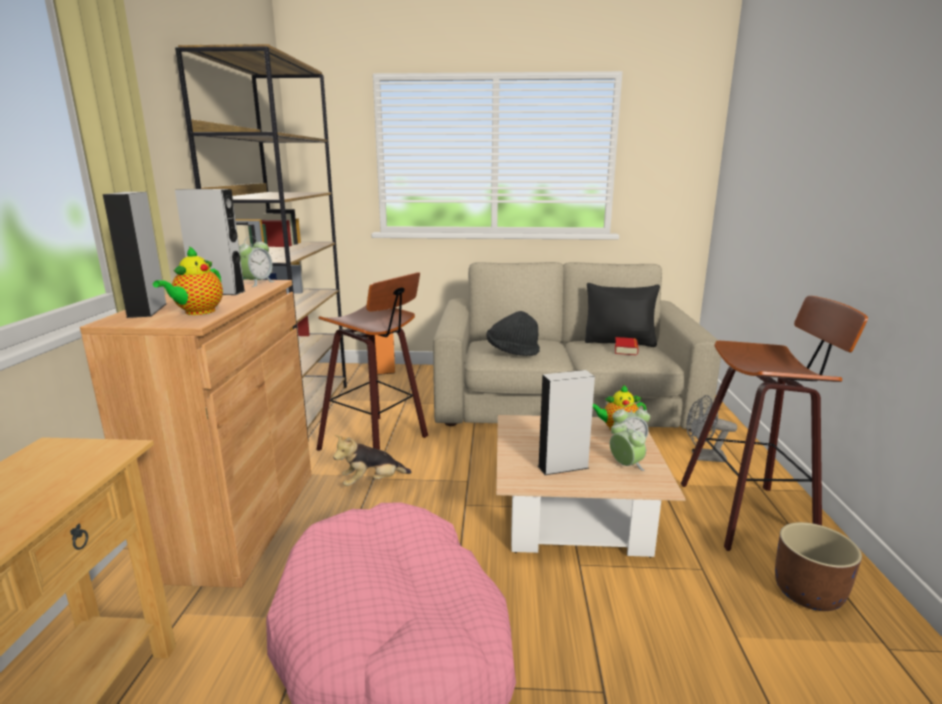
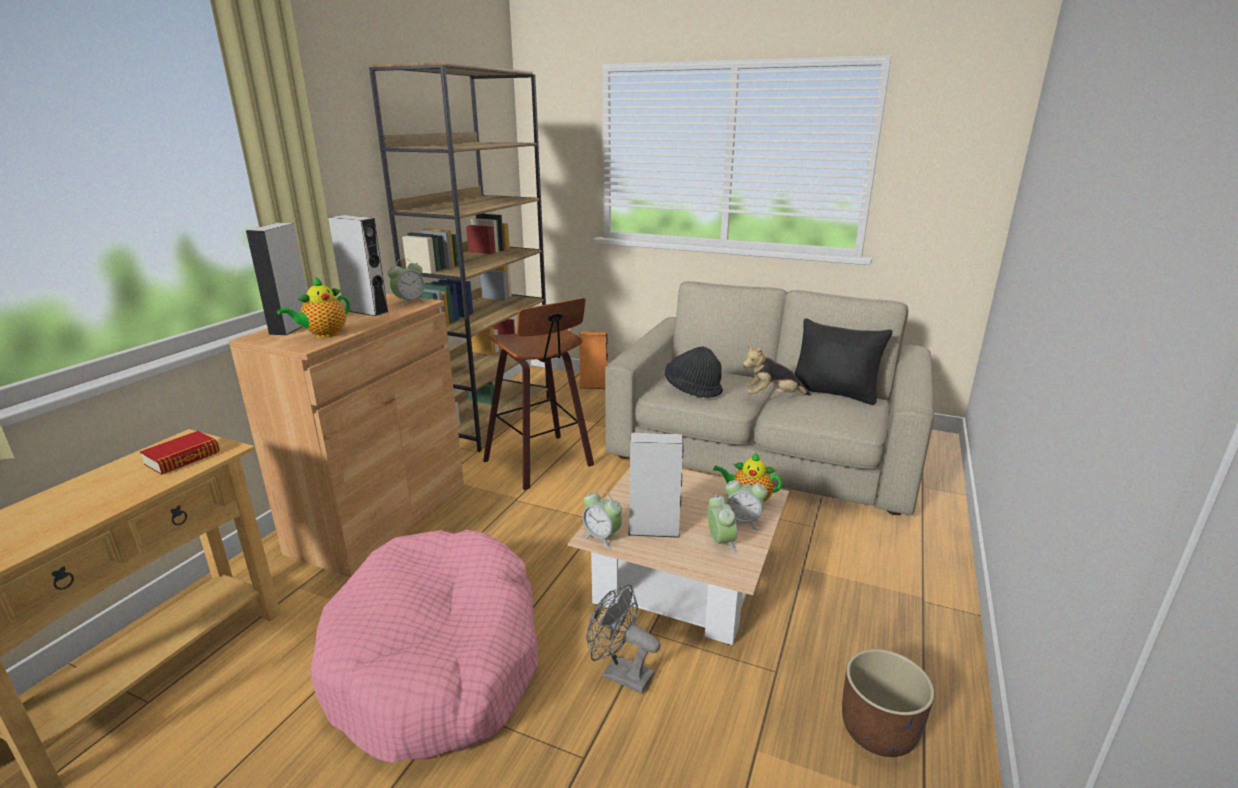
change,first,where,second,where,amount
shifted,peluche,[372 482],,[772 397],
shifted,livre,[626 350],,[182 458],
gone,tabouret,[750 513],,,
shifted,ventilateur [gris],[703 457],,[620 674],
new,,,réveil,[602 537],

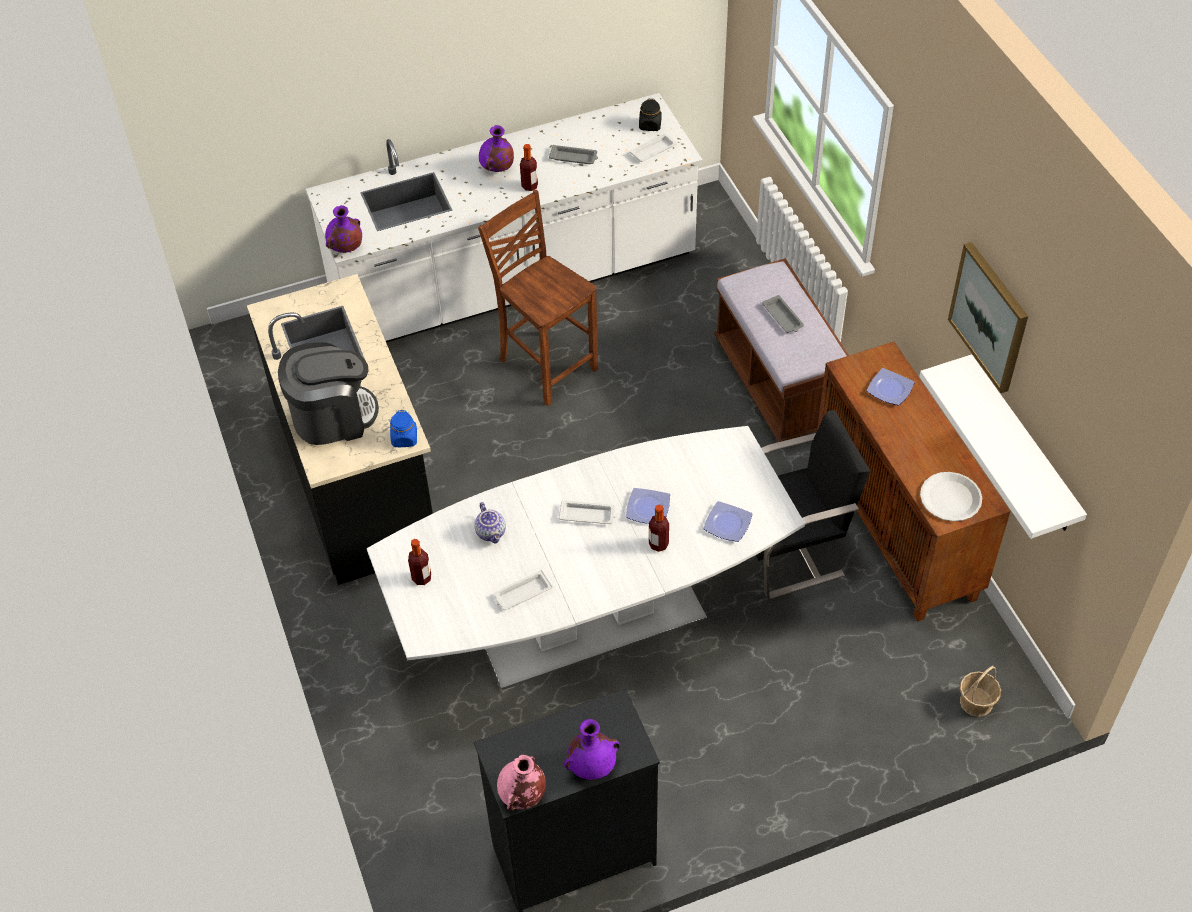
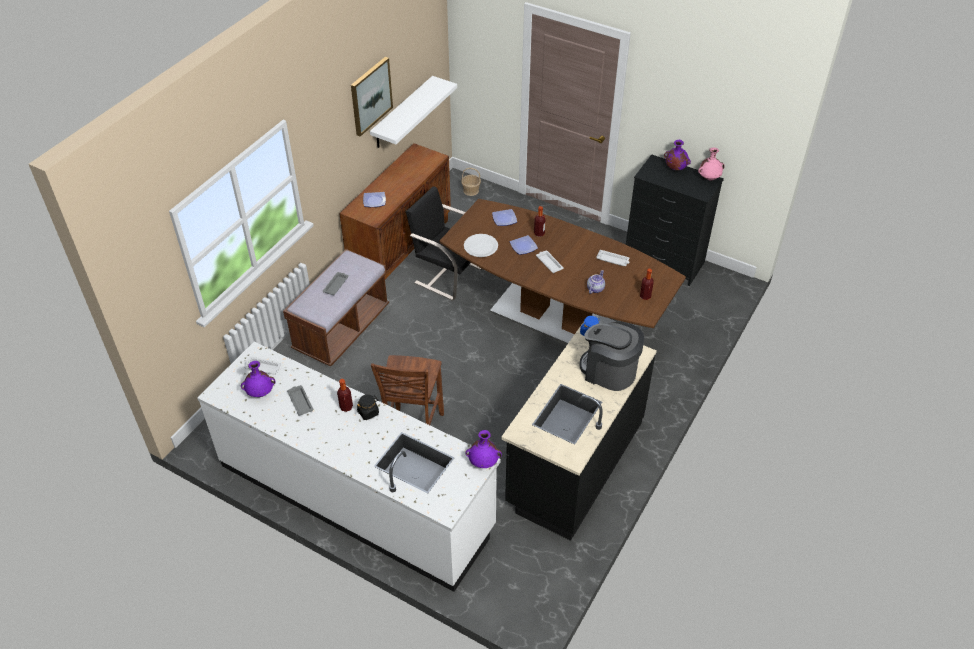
change,first,where,second,where,amount
repainted,table à manger [blanc],[590 619],table à manger [marron],[555 318],
shifted,vase [violet],[497 169],,[261 393],
shifted,bocal [noir],[650 125],,[368 412],
shifted,assiette [blanc],[950 498],,[481 246],

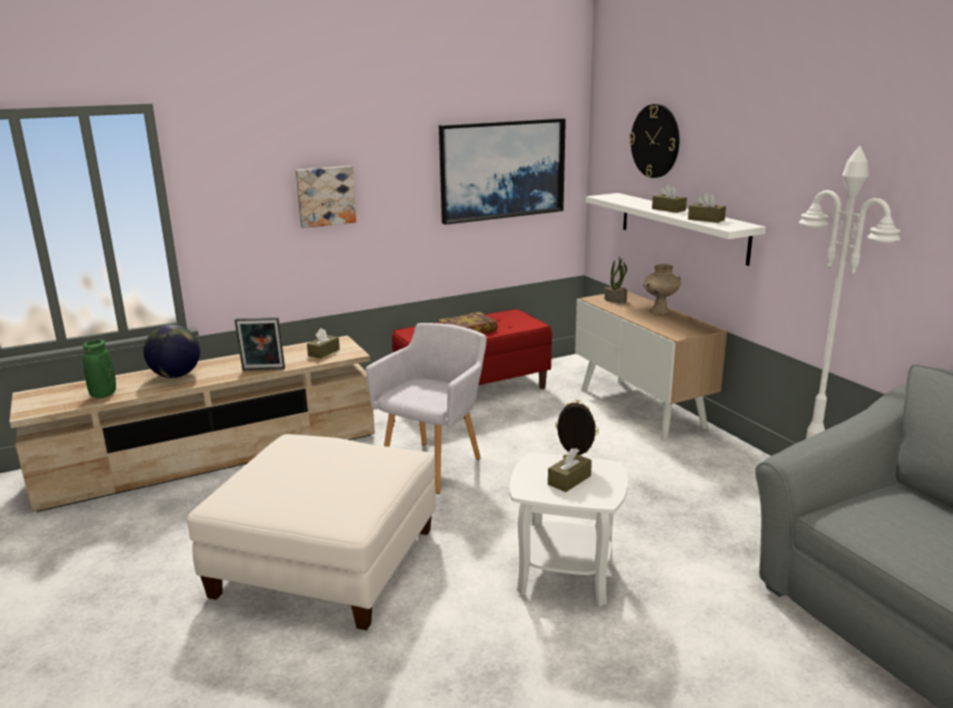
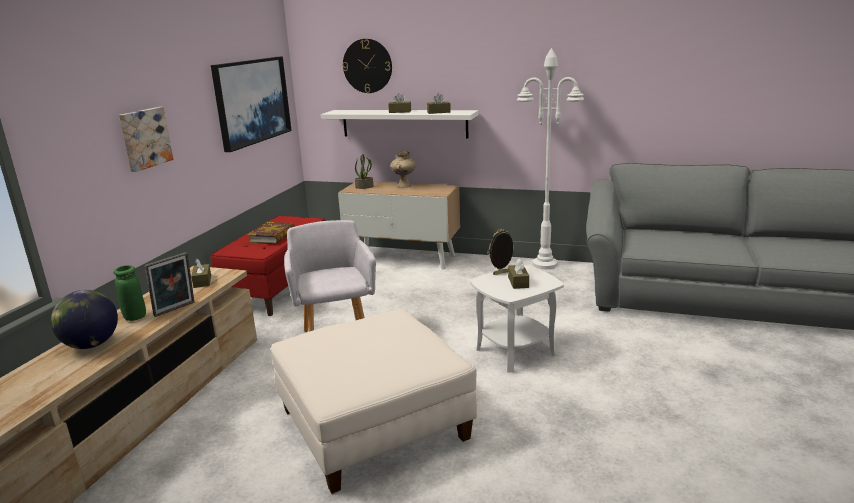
change,first,where,second,where,amount
shifted,vase [vert],[103 394],,[135 317],

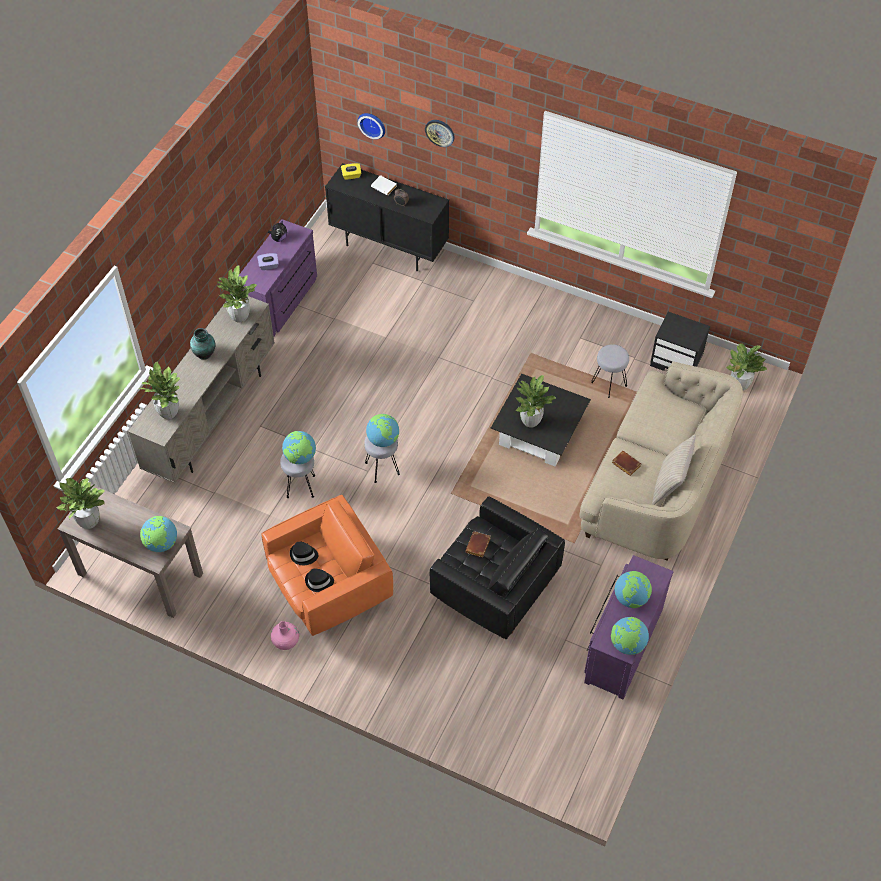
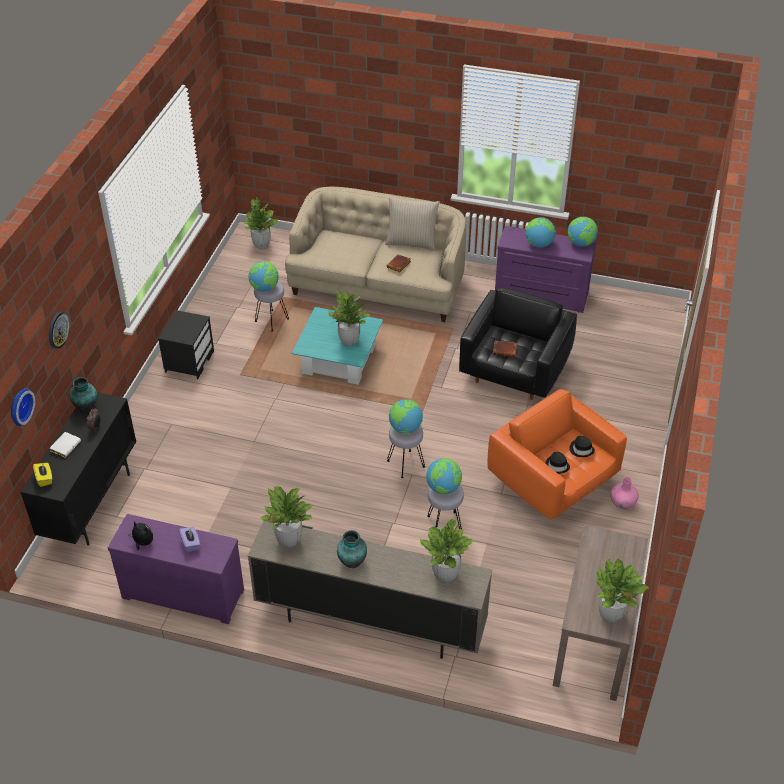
change,first,where,second,where,amount
shifted,globe,[161 544],,[264 288],
repainted,table basse [noir],[539 433],table basse [turquoise],[339 360],
shifted,table de chevet [noir],[677 360],,[189 361],
new,,,vase,[86 407],

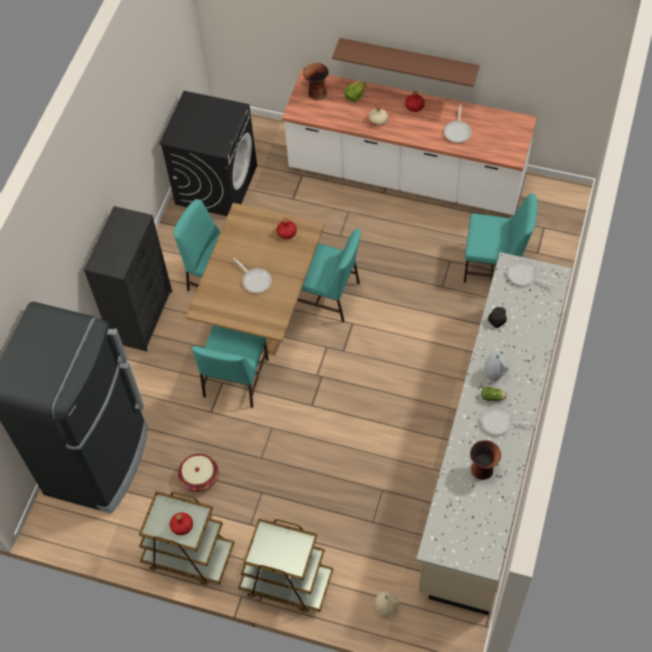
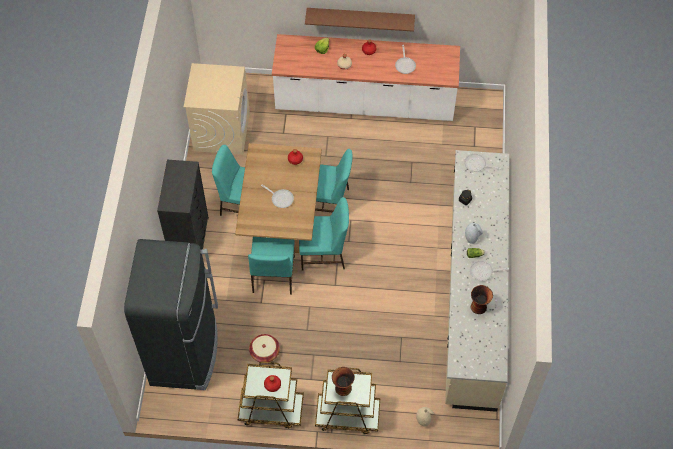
change,first,where,second,where,amount
repainted,lave-linge [noir],[216 184],lave-linge [beige],[221 131],
shifted,vase,[316 93],,[342 388],
shifted,chaise [turquoise],[494 266],,[323 253],

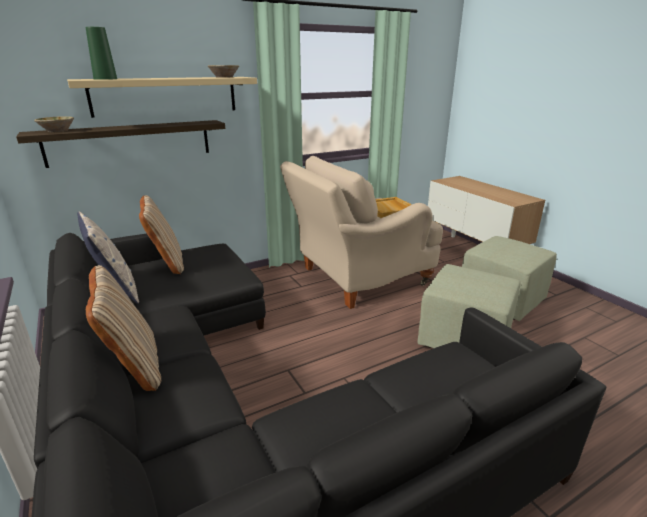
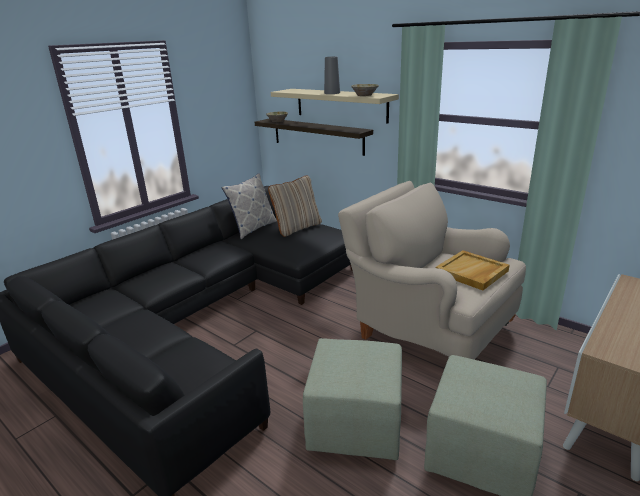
change,first,where,second,where,amount
gone,vase [vert],[105 79],,,
gone,coussin [beige],[134 366],,,
new,,,vase [gris],[332 93],

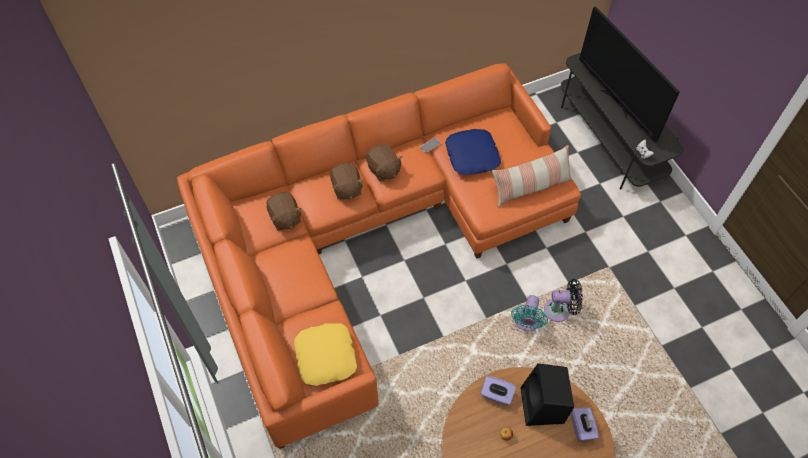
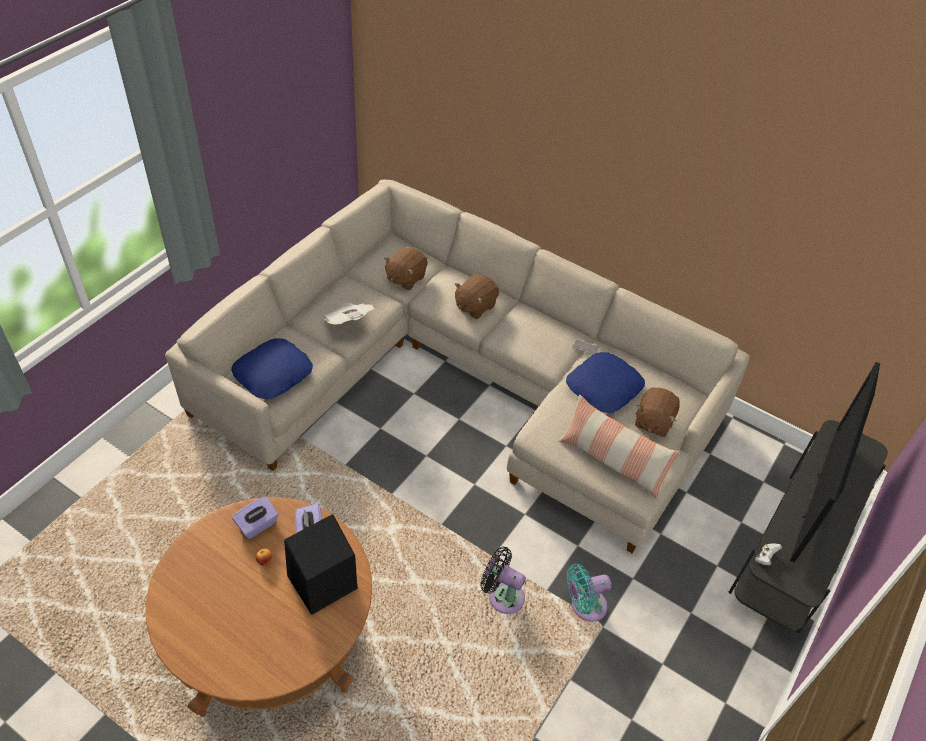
change,first,where,second,where,amount
repainted,canapé [orange],[370 238],canapé [beige],[463 380],
repainted,coussin [jaune],[326 356],coussin [bleu],[273 374],
shifted,peluche [marron],[383 170],,[653 421],
shifted,ventilateur [turquoise],[526 322],,[585 606],
rotated,ventilateur [noir],[560 310],,[502 596],150 degrees clockwise
shifted,boîte à mouchoirs [violet],[582 428],,[257 525],
new,,,journal,[348 322],

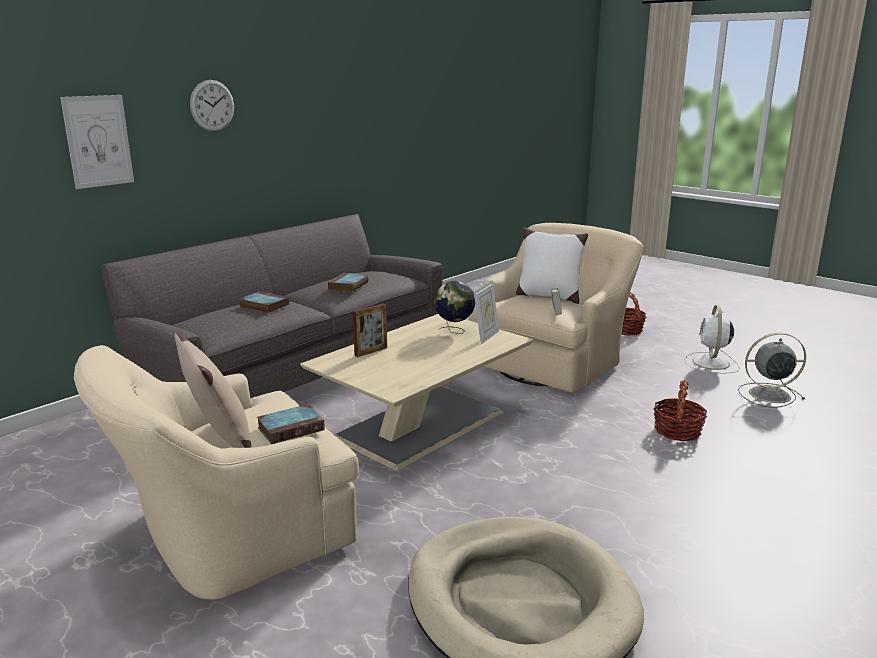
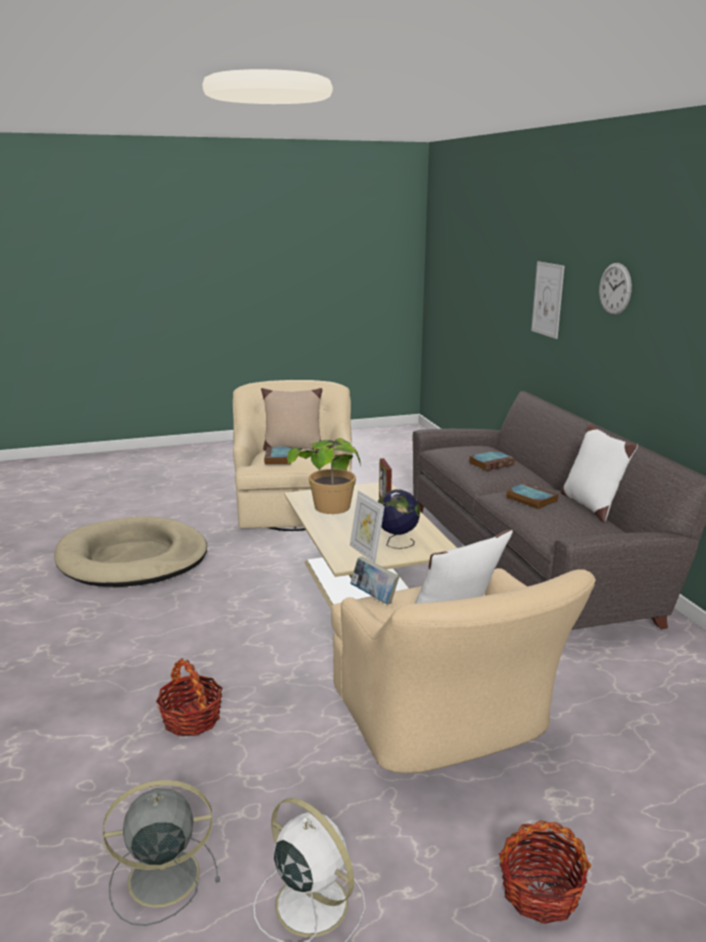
change,first,where,second,where,amount
rotated,ventilateur [gris],[767 395],,[160 878],135 degrees counterclockwise
new,,,plante en pot,[330 515],
new,,,coussin [blanc],[591 505],

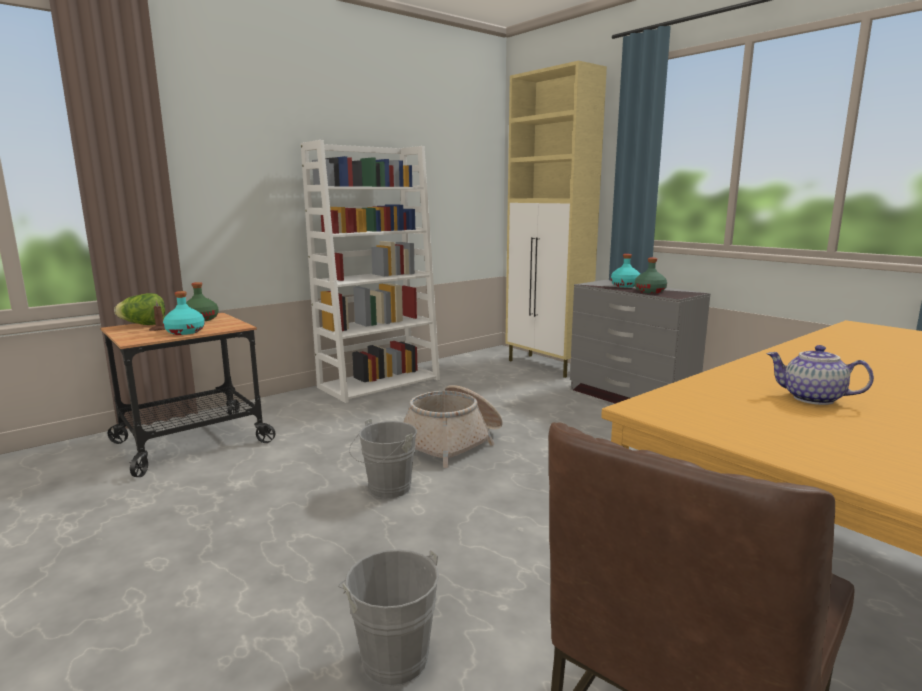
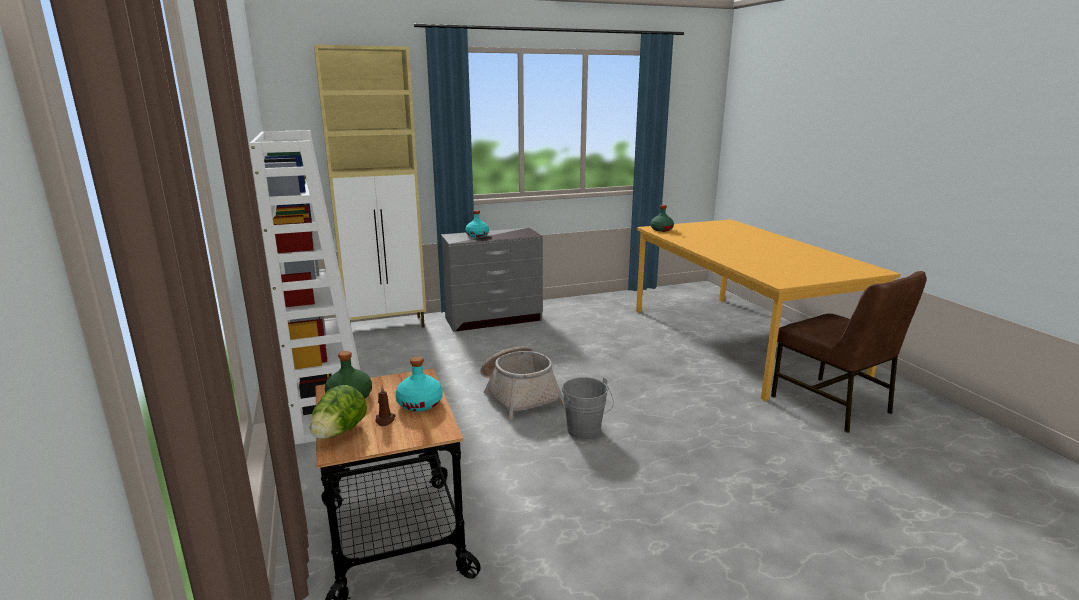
change,first,where,second,where,amount
gone,seau [gris],[391 655],,,
shifted,bouteille [vert],[650 291],,[661 229],
gone,théière,[812 399],,,

